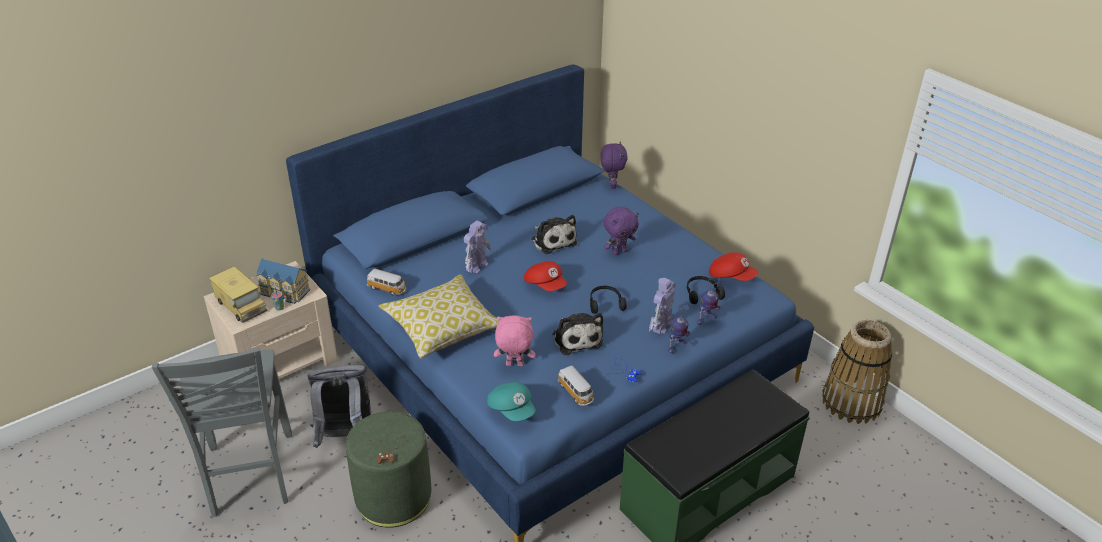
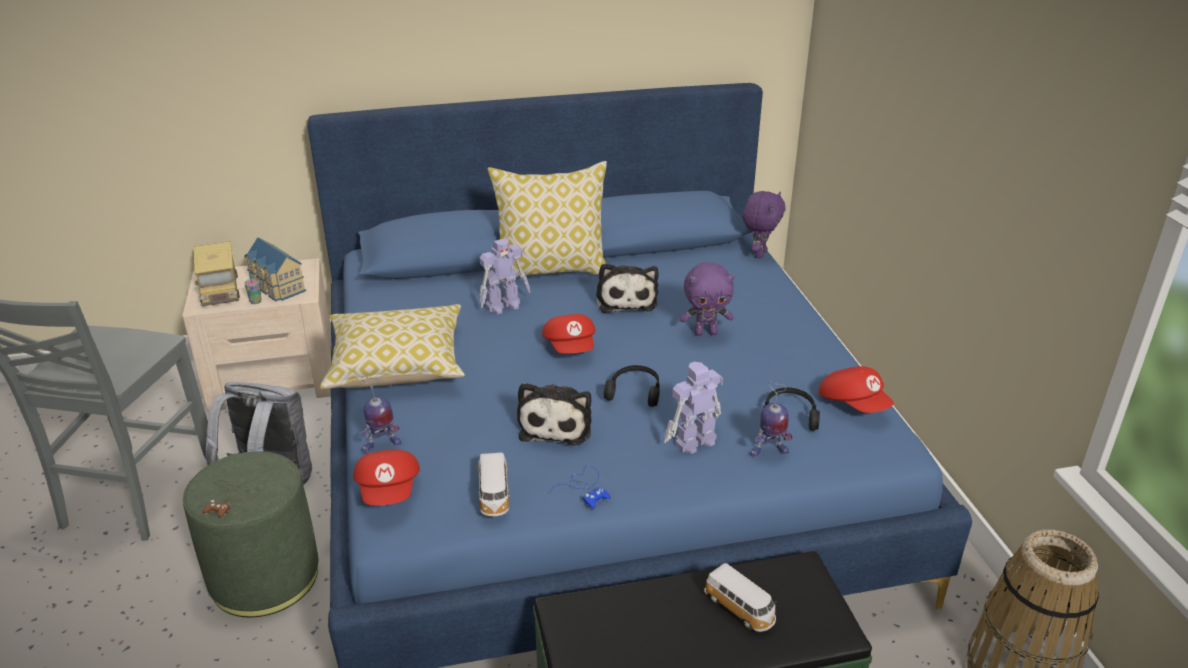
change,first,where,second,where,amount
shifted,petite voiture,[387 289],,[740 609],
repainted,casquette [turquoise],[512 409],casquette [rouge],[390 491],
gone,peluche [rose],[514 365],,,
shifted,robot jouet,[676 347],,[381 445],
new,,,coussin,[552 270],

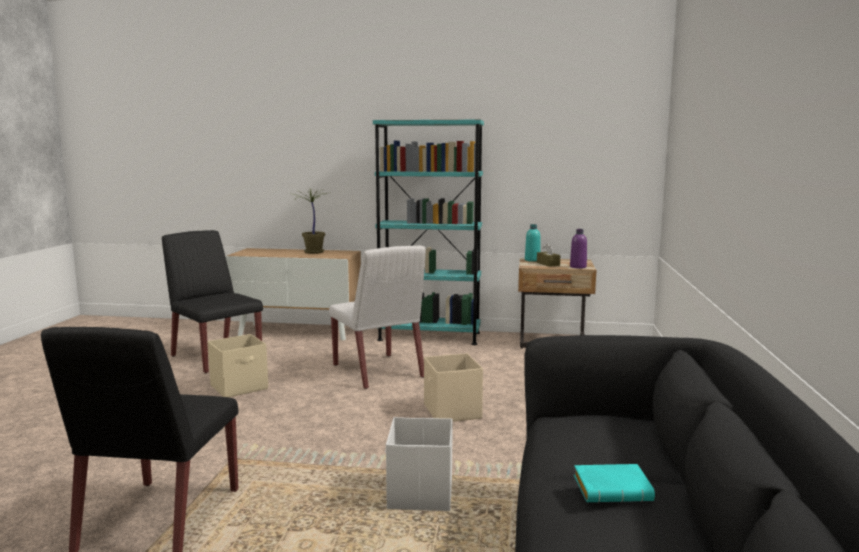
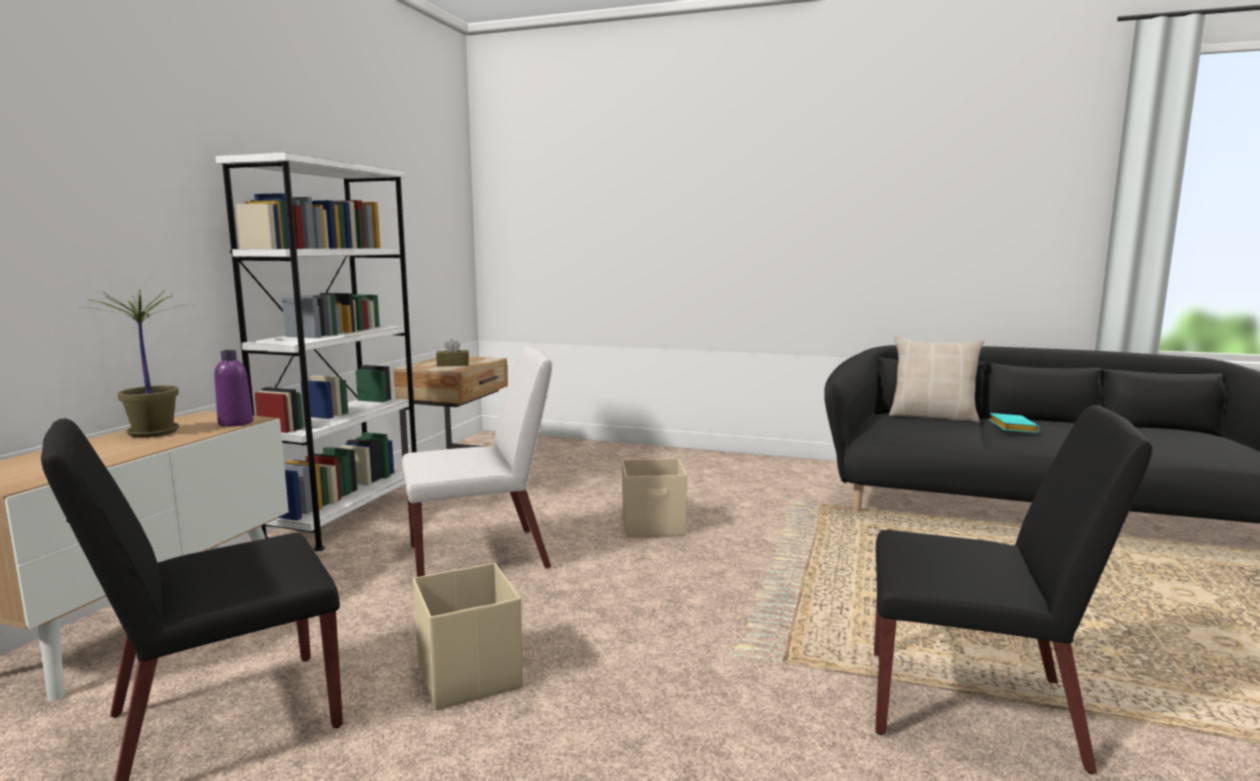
change,first,where,second,where,amount
repainted,bibliothèque [turquoise],[429 336],bibliothèque [blanc],[346 516],
gone,boîte de rangement [blanc],[420 494],,,
gone,bouteille [turquoise],[532 260],,,
shifted,bouteille [violet],[578 267],,[235 423],
new,,,coussin [beige],[932 416],

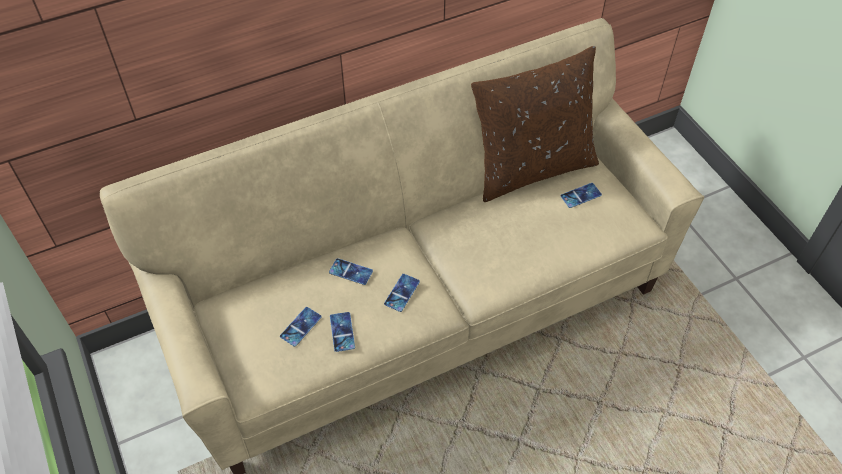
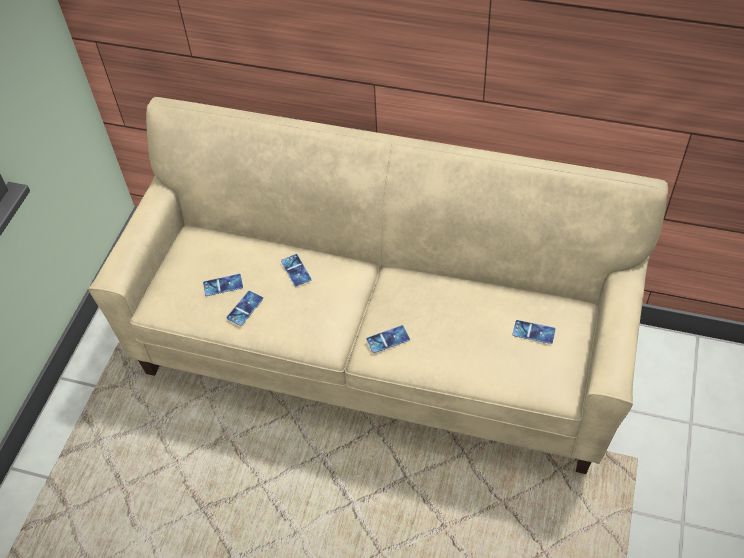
change,first,where,second,where,amount
shifted,téléphone,[402 293],,[388 339],
gone,coussin [marron],[531 167],,,

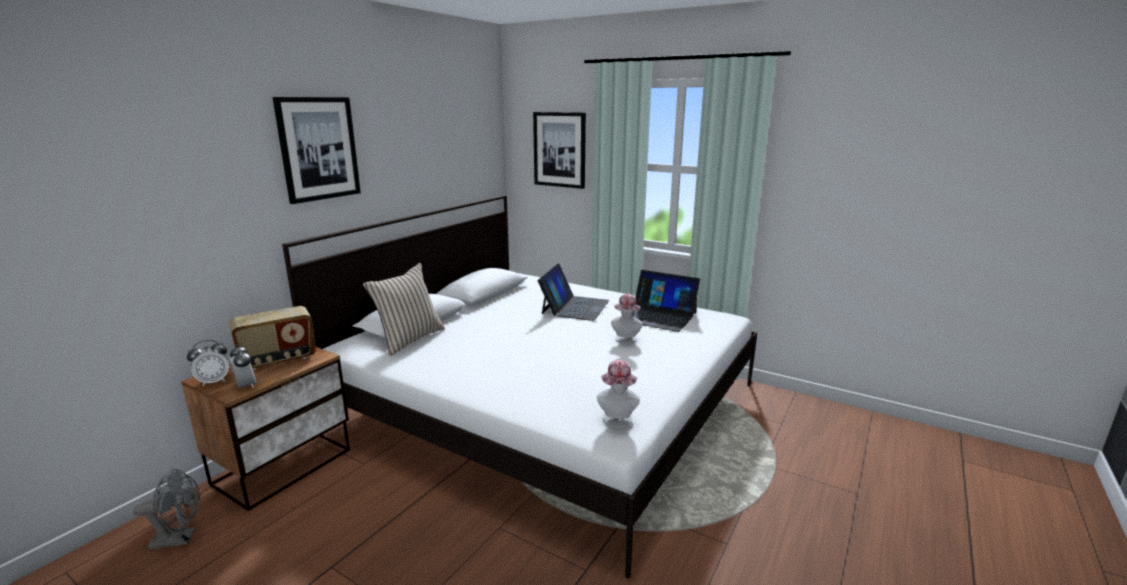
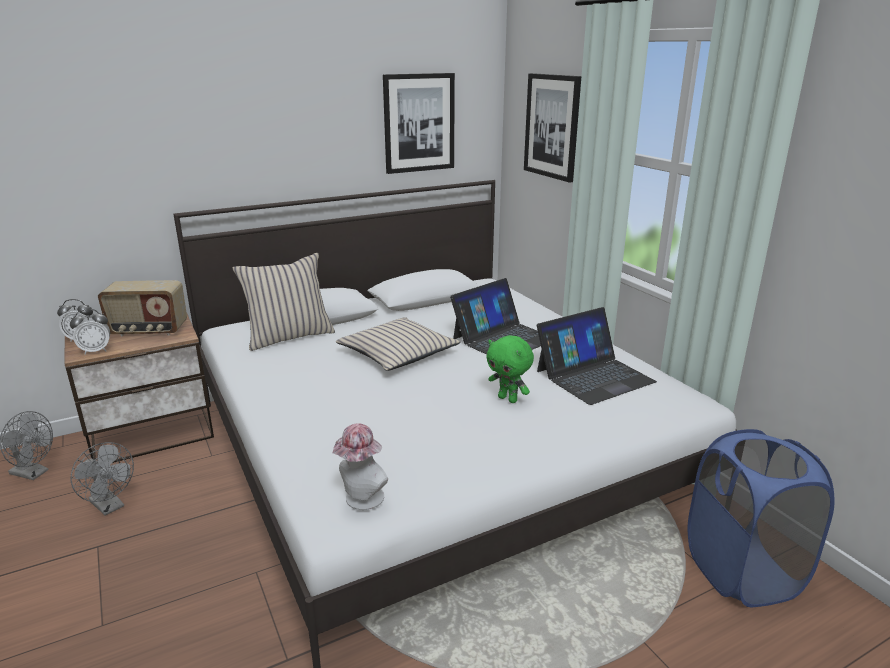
change,first,where,second,where,amount
rotated,réveil,[245 386],,[96 350],75 degrees clockwise
shifted,tableau,[318 149],,[419 123],
swapped,chapeau,[626 341],peluche [vert],[508 399],
rotated,ordinateur portable,[658 316],,[594 376],90 degrees counterclockwise
new,,,ventilateur [gris],[110 506],
new,,,coussin [beige],[397 354],
new,,,panier à linge [bleu],[742 572],

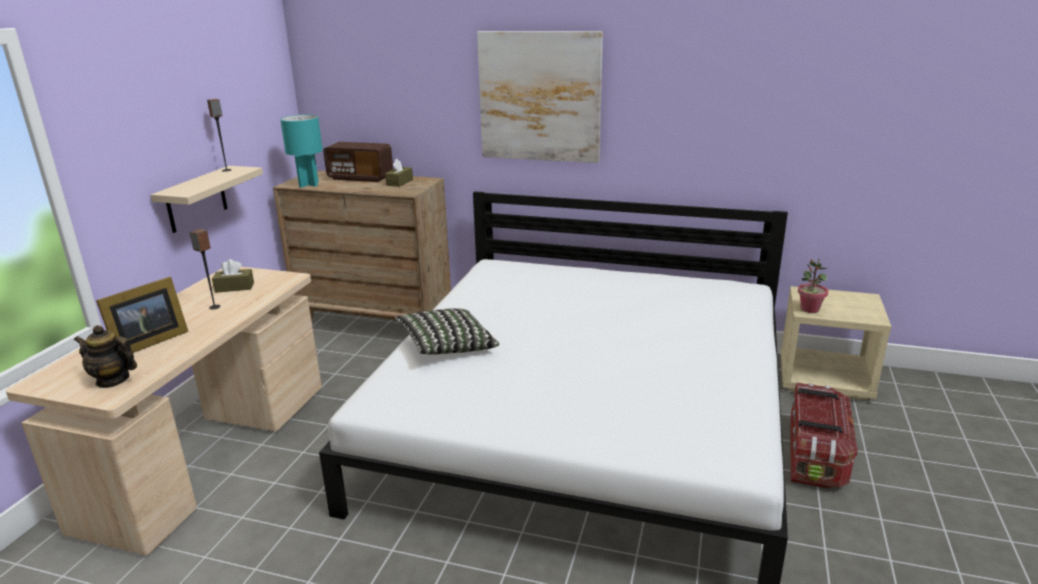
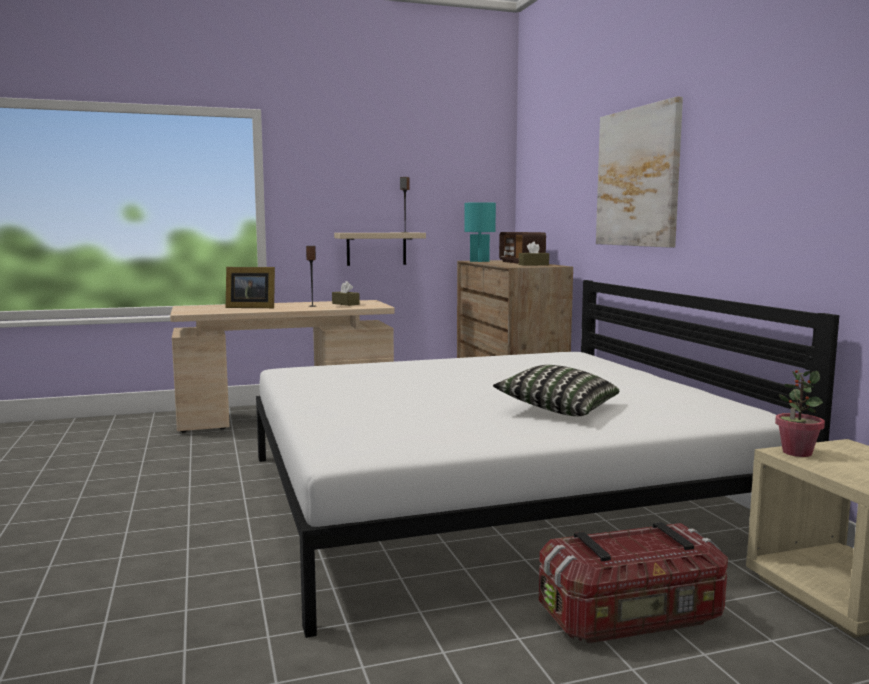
change,first,where,second,where,amount
gone,théière,[113 380],,,
shifted,coussin,[447 347],,[557 409],

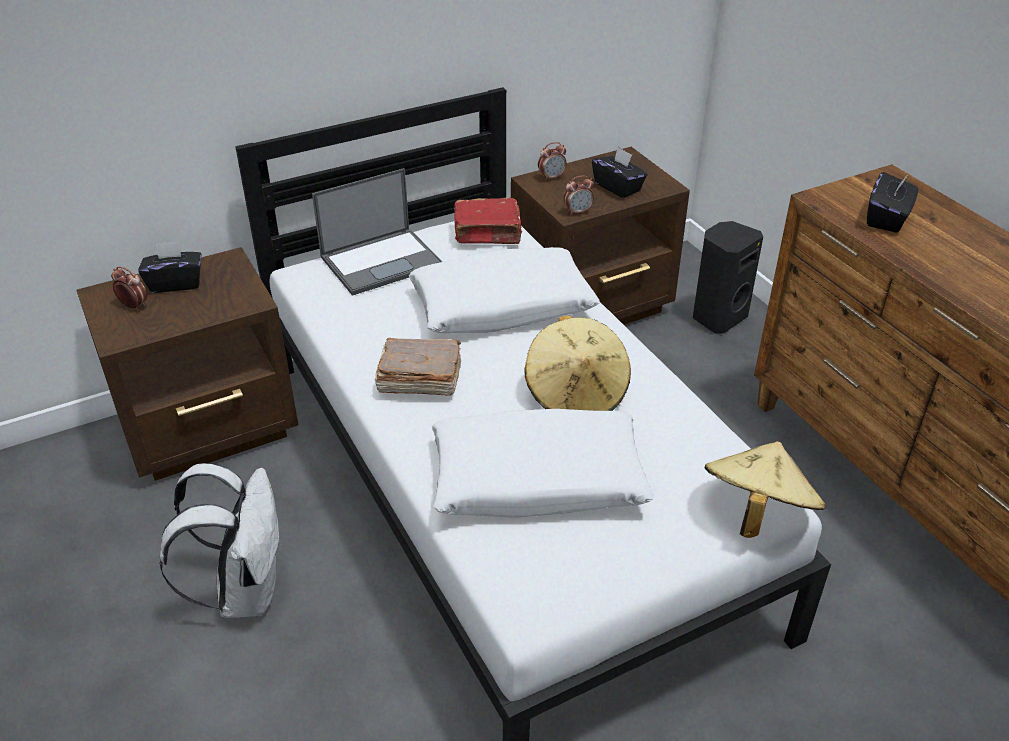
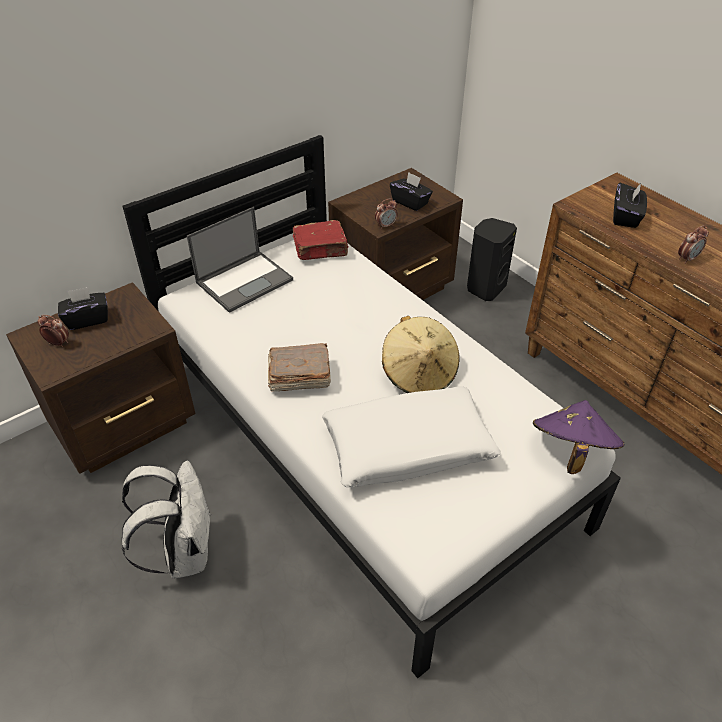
change,first,where,second,where,amount
gone,coussin [blanc],[502 306],,,
shifted,réveil,[551 177],,[687 259],
repainted,chapeau [beige],[756 512],chapeau [violet],[571 451],

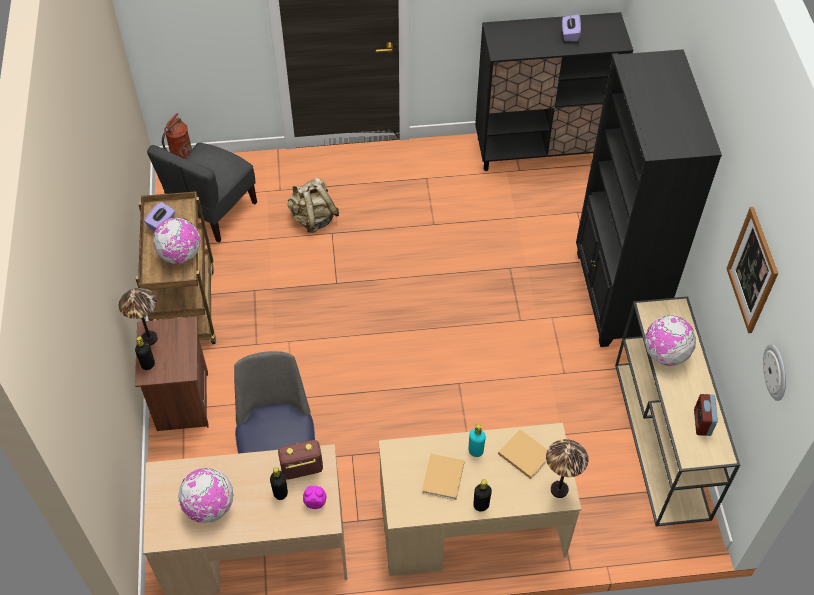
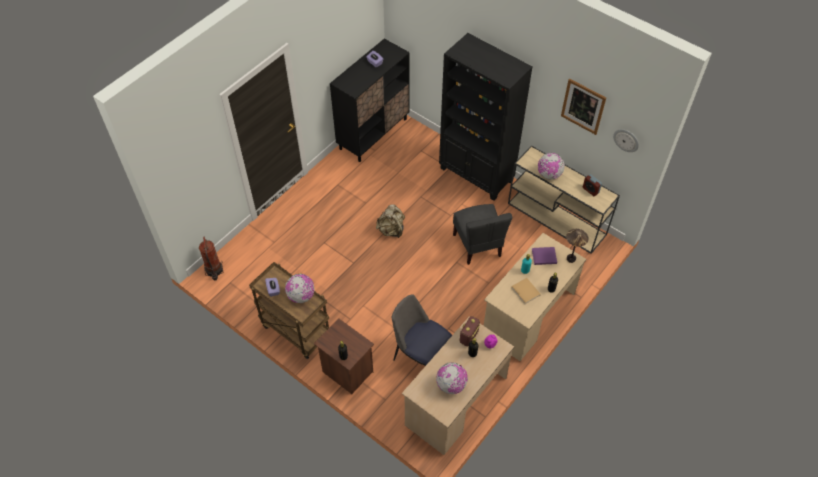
change,first,where,second,where,amount
gone,lampe de table,[149 339],,,
shifted,chaise [gris],[213 212],,[478 245],
shifted,sac à dos [beige],[313 218],,[391 230],
repainted,livre [beige],[523 454],livre [violet],[543 256],

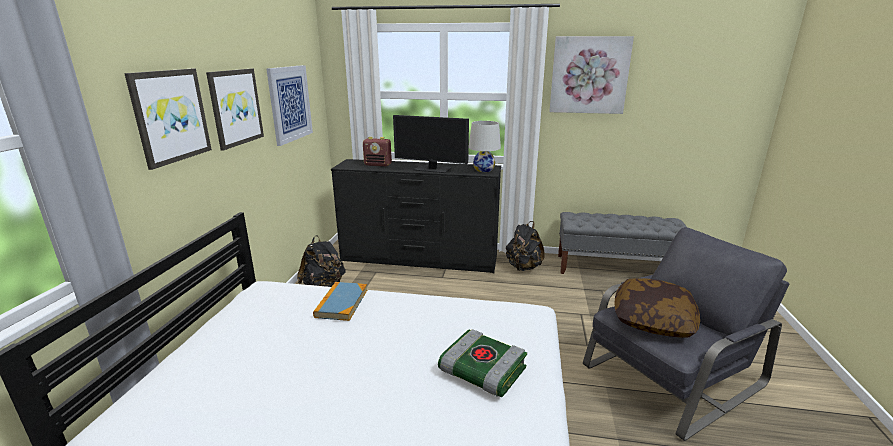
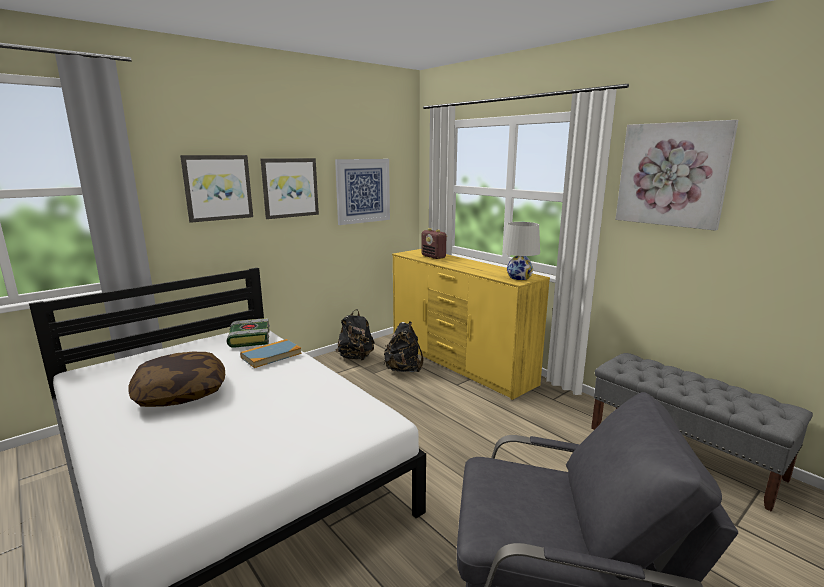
change,first,where,second,where,amount
repainted,commode [noir],[419 259],commode [jaune],[459 363],
gone,écran d'ordinateur,[433 169],,,
shifted,livre,[481 371],,[249 338],
shifted,sac à dos [noir],[523 267],,[403 369],
shifted,coussin,[652 320],,[181 392],

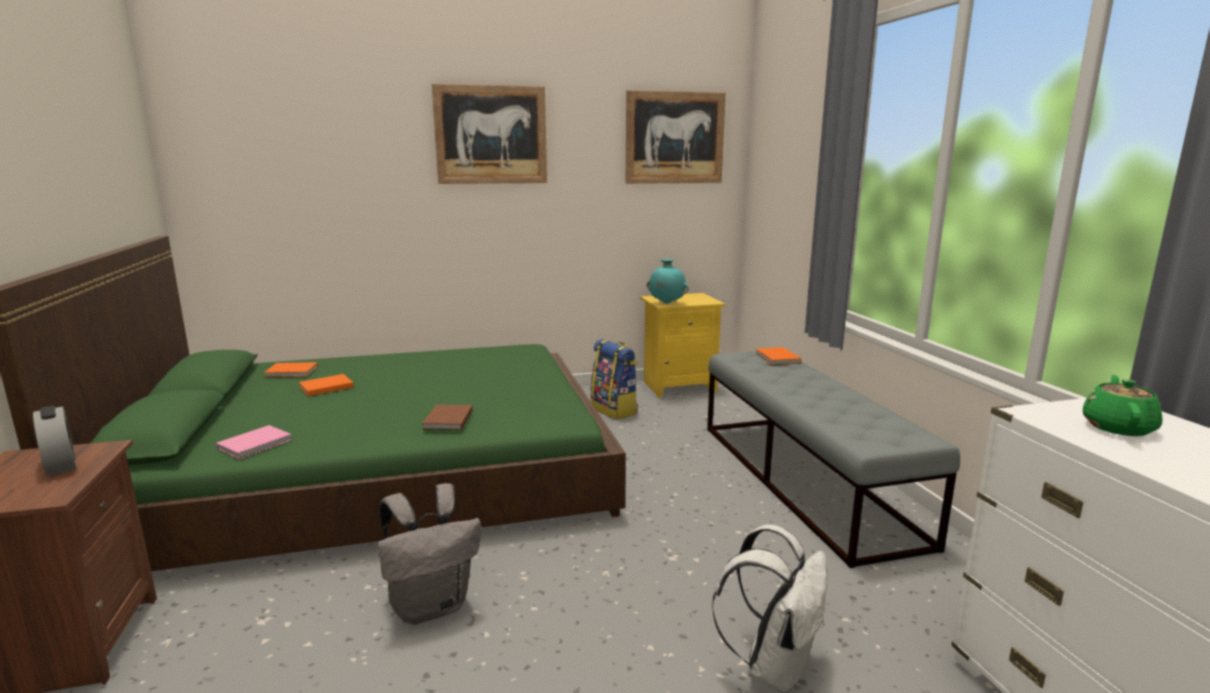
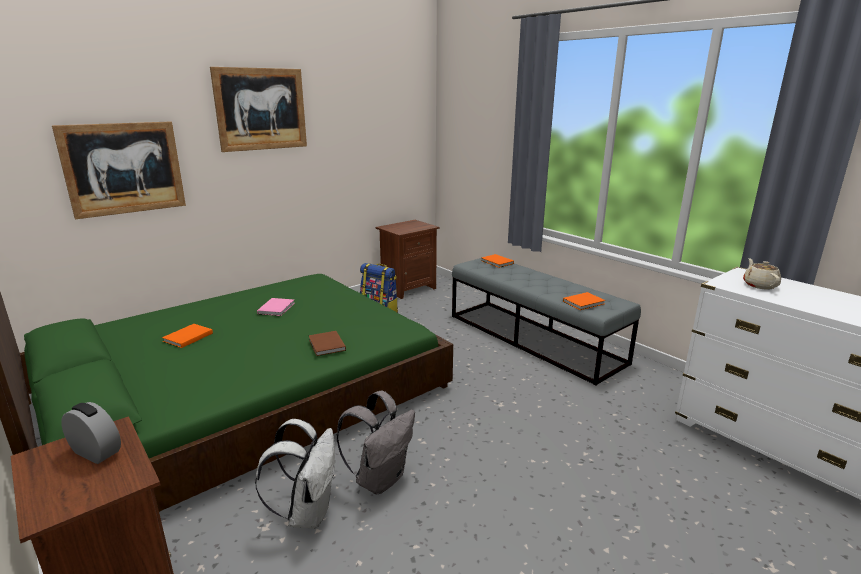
change,first,where,second,where,amount
shifted,livre [rose],[257 444],,[277 308],
shifted,livre [orange],[292 372],,[584 302],
shifted,tableau,[674 138],,[124 168],
repainted,table de chevet [jaune],[678 386],table de chevet [marron],[407 288],
gone,vase [turquoise],[666 303],,,
shifted,sac à dos [blanc],[774 665],,[308 512],
repainted,théière [vert],[1117 427],théière [beige],[759 285],

